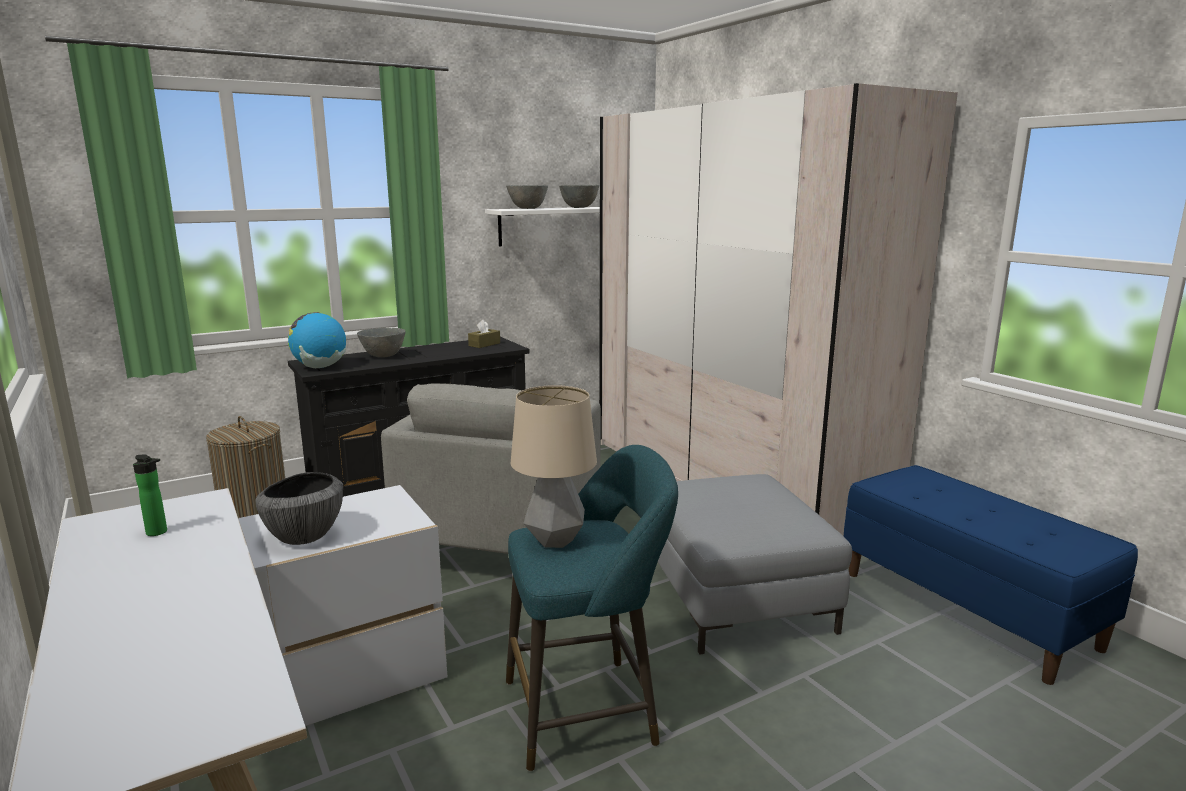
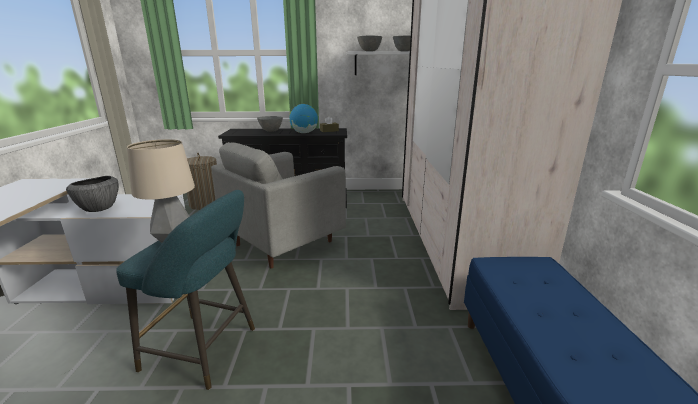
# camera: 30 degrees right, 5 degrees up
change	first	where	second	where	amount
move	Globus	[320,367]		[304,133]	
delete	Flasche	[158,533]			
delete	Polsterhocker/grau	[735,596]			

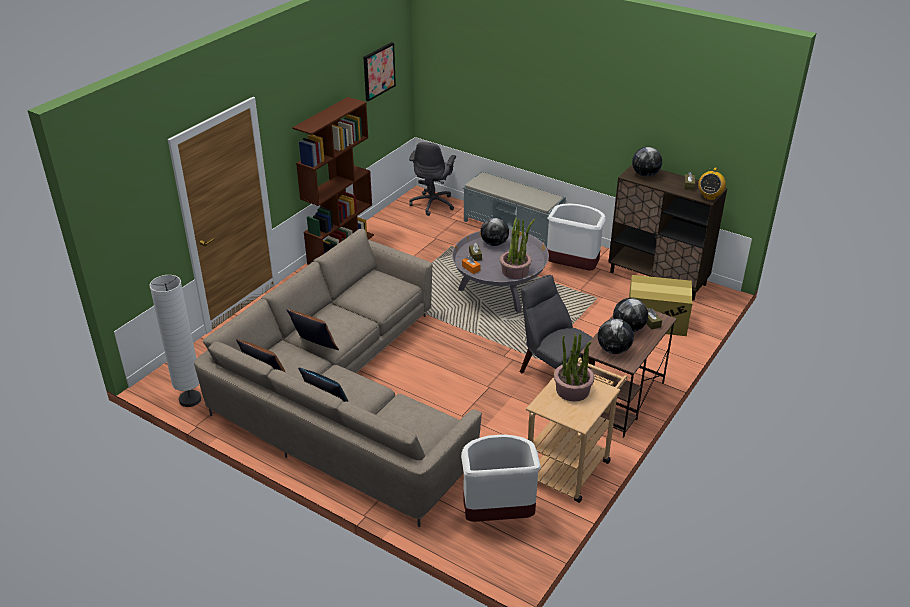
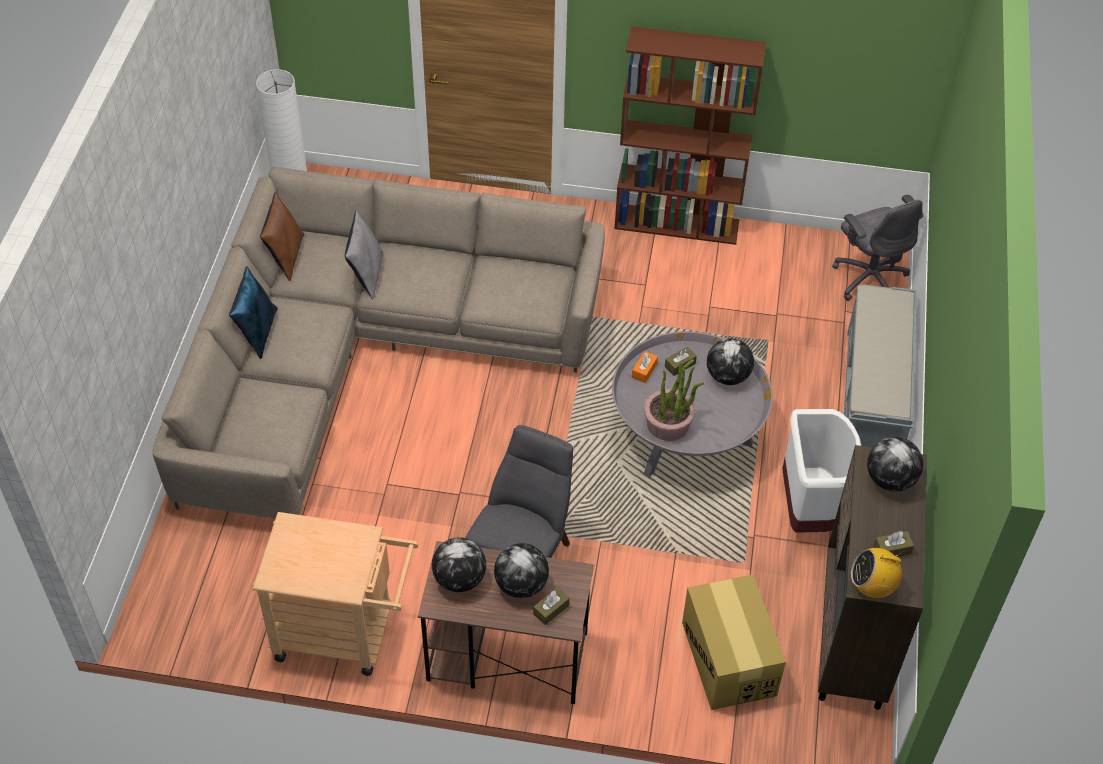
# camera: 65 degrees right, 15 degrees up
change	first	where	second	where	amount
delete	Bild	[378,71]			
rotate	Bürostuhl/grau	[433,204]		[869,278]	105 degrees counterclockwise
recolor	Kissen/braun	[314,347]	Kissen/grau	[366,274]	
delete	Topfpflanze	[572,390]			
delete	Mülleimer/weiß	[497,514]			

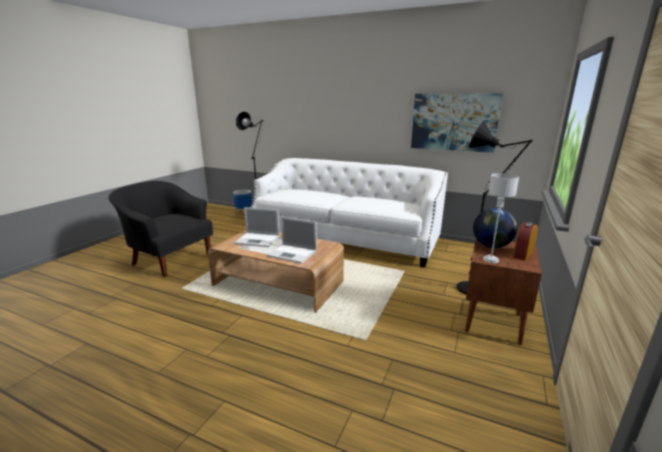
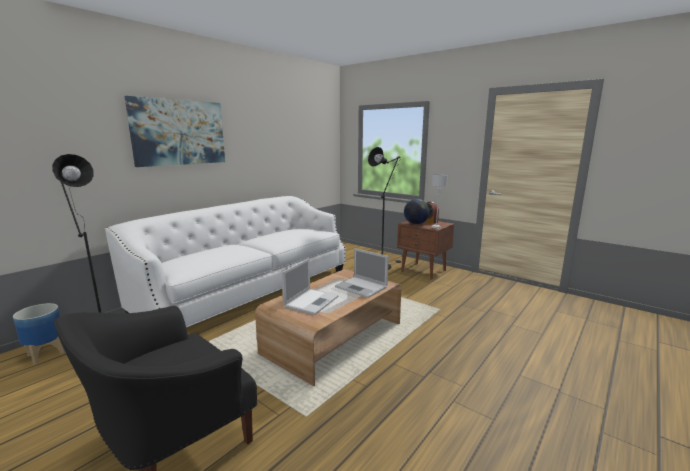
# camera: 75 degrees left, 5 degrees down
change	first	where	second	where	amount
move	Bild	[454,122]		[179,132]	
rotate	Laptop	[293,253]		[362,287]	90 degrees clockwise

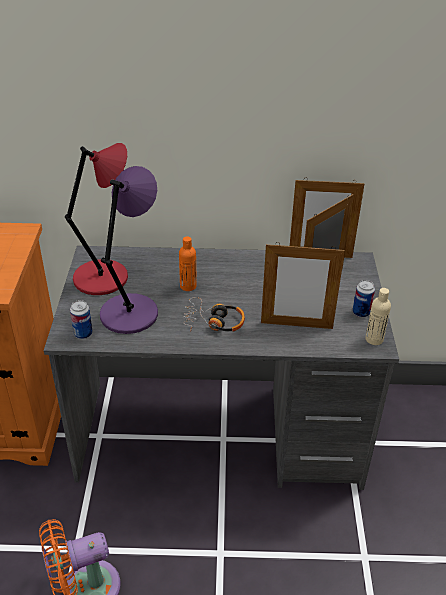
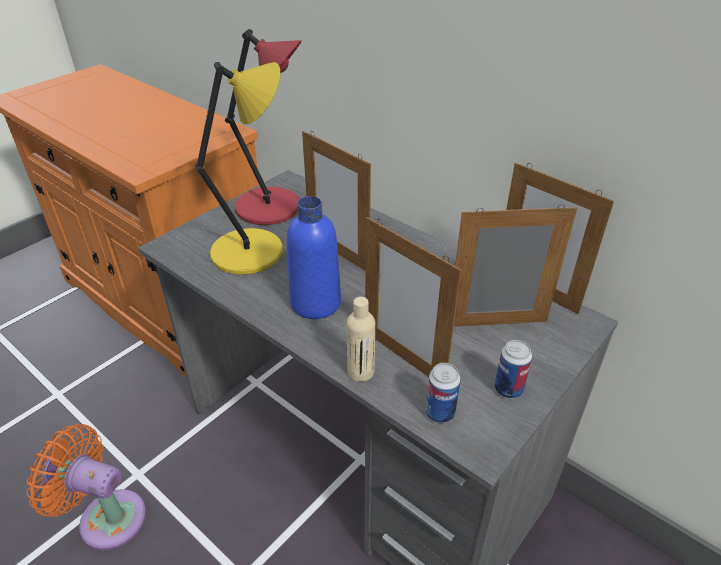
# camera: 40 degrees right, 0 degrees up
change	first	where	second	where	amount
recolor	Tischlampe/lila	[131,312]	Tischlampe/gelb	[251,251]	
replace	Flasche/orange	[188,286]	Bilderrahmen	[338,253]	
move	Flasche/beige	[374,339]		[360,372]	
replace	Kopfhörer	[213,322]	Flasche/blau	[315,303]	
move	Dose	[83,334]		[440,413]	

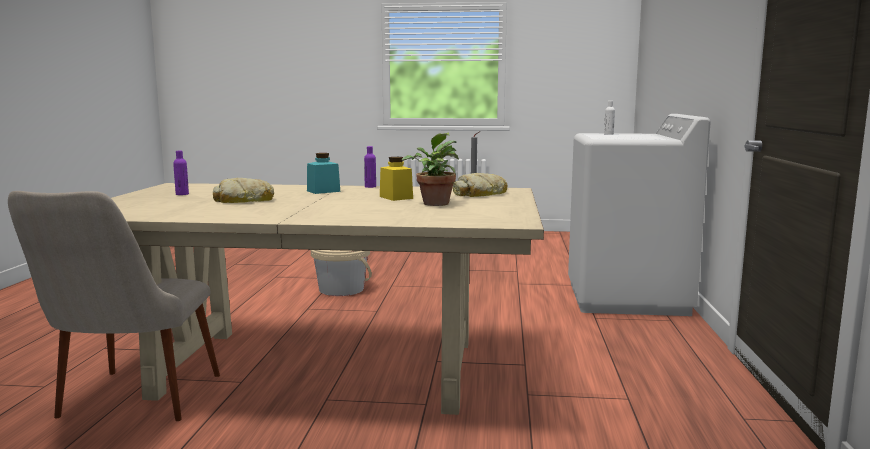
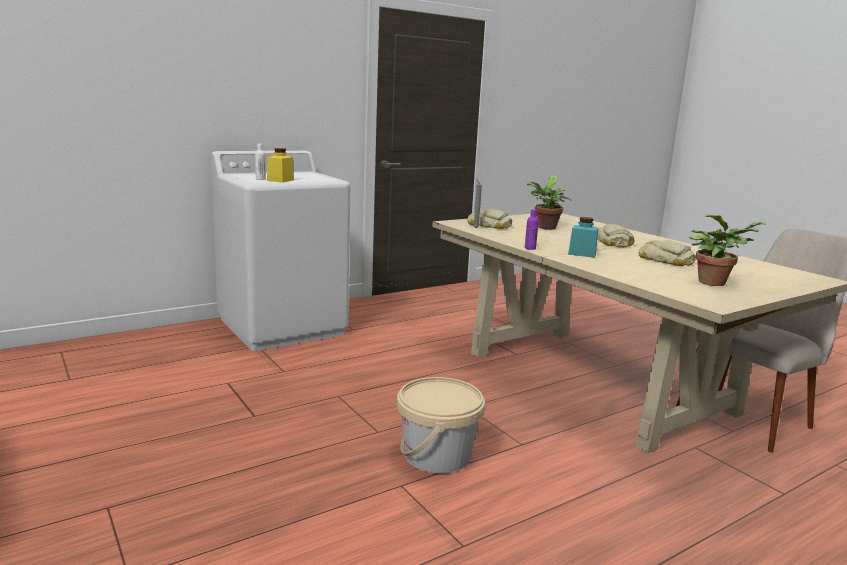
# camera: 130 degrees left, 5 degrees up
change	first	where	second	where	amount
replace	Flasche/lila	[182,194]	Topfpflanze	[714,282]	
move	Vorratsglas/gelb	[396,197]		[280,180]	
insert			Brot	[613,242]	

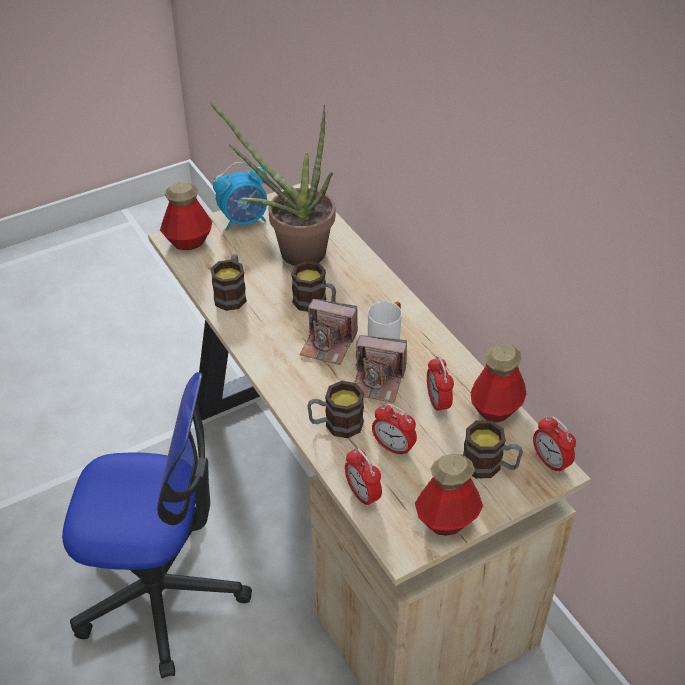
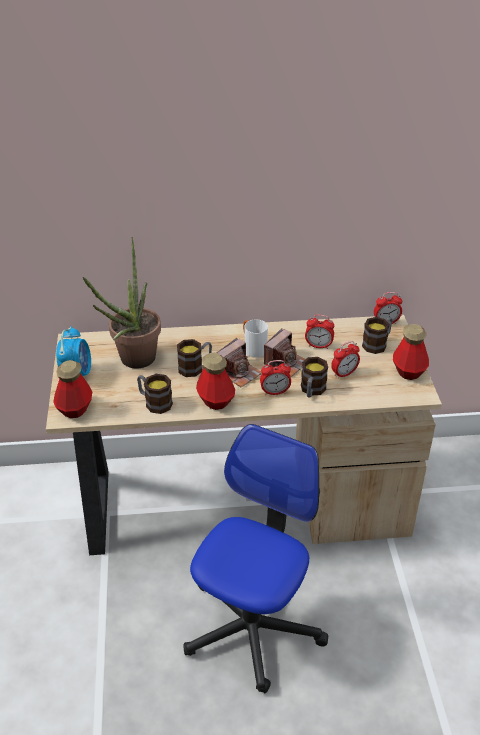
# camera: 65 degrees left, 5 degrees down
change	first	where	second	where	amount
move	Flasche	[496,408]		[216,401]	
move	Wecker	[362,495]		[275,392]	

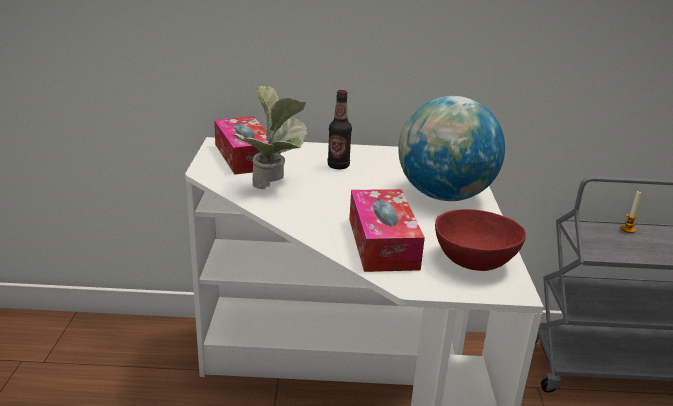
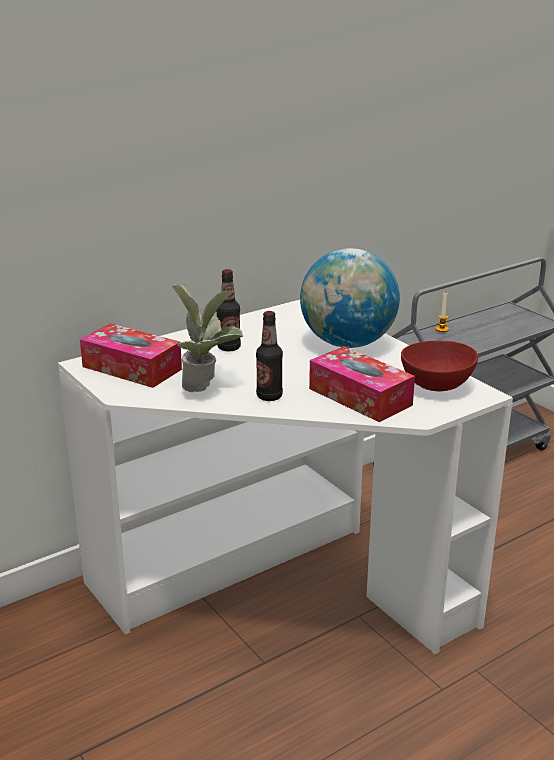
# camera: 35 degrees left, 0 degrees up
change	first	where	second	where	amount
insert			Flasche	[269,396]	

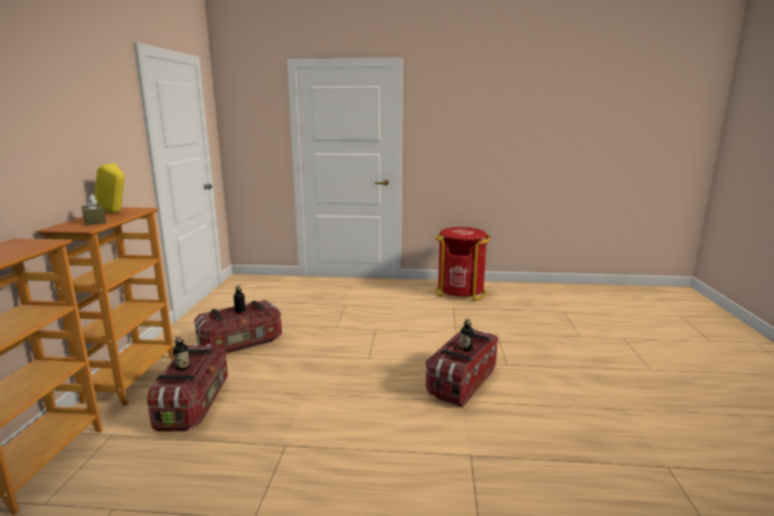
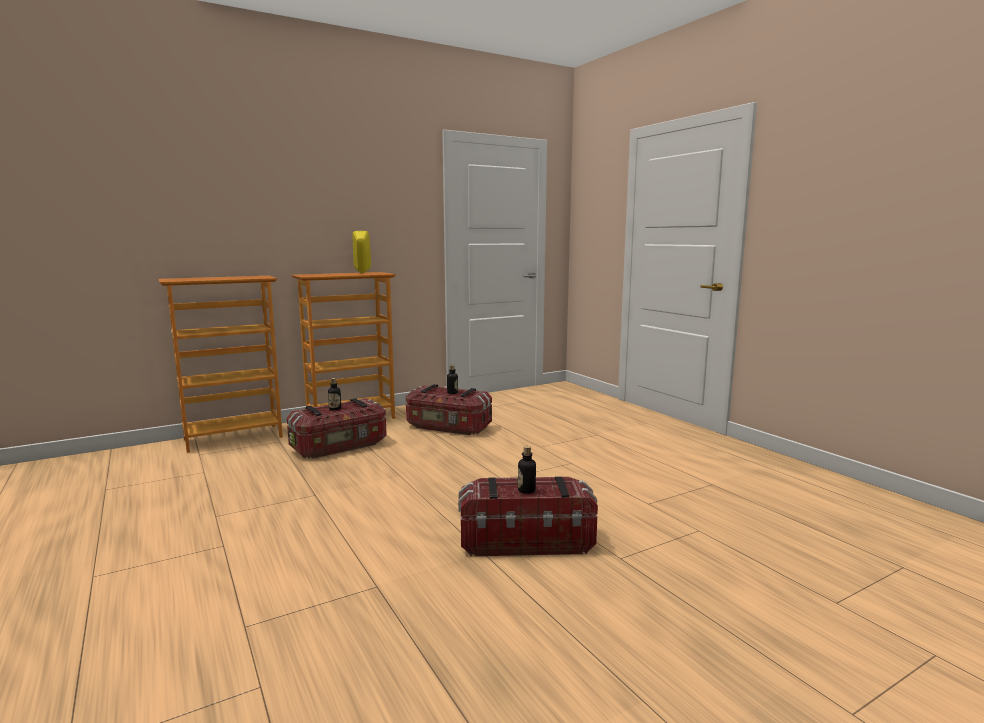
# camera: 55 degrees right, 5 degrees down
change	first	where	second	where	amount
delete	Taschentuchbox/braun	[94,221]			
delete	Mülleimer/rot	[460,292]			

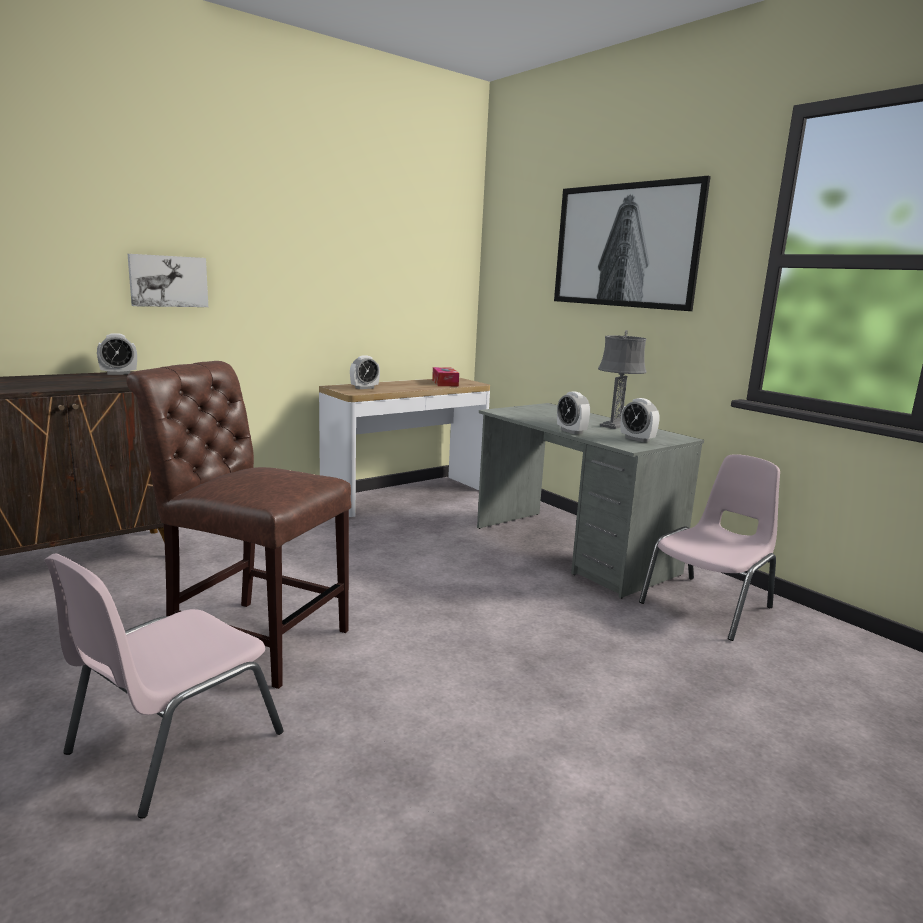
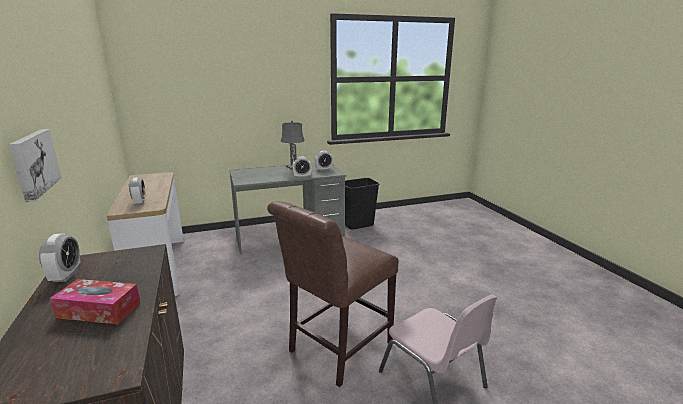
# camera: 70 degrees left, 5 degrees up
change	first	where	second	where	amount
delete	Bild	[626,246]			
move	Taschentuchbox	[445,383]		[99,310]	
replace	Stuhl/rosa	[709,605]	Mülleimer/schwarz	[358,225]	

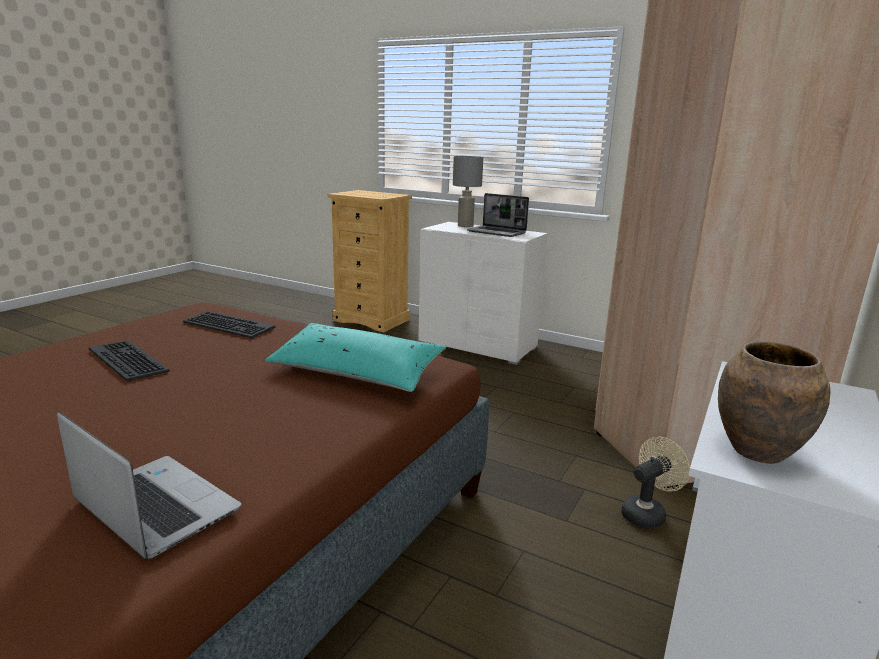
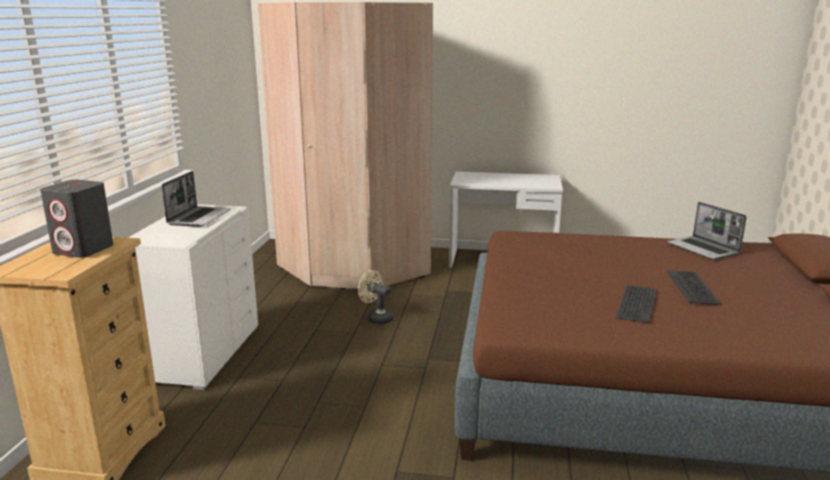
# camera: 110 degrees left, 0 degrees up
change	first	where	second	where	amount
delete	Tischlampe/grau	[465,226]			
move	Tastatur	[228,325]		[693,288]	
delete	Kissen/türkis	[356,372]			
delete	Vase/braun	[758,452]			
rotate	Laptop	[153,507]		[704,249]	45 degrees counterclockwise
move	Ventilator/beige	[647,513]		[376,318]	
insert			Lautsprecher/grau	[84,250]	

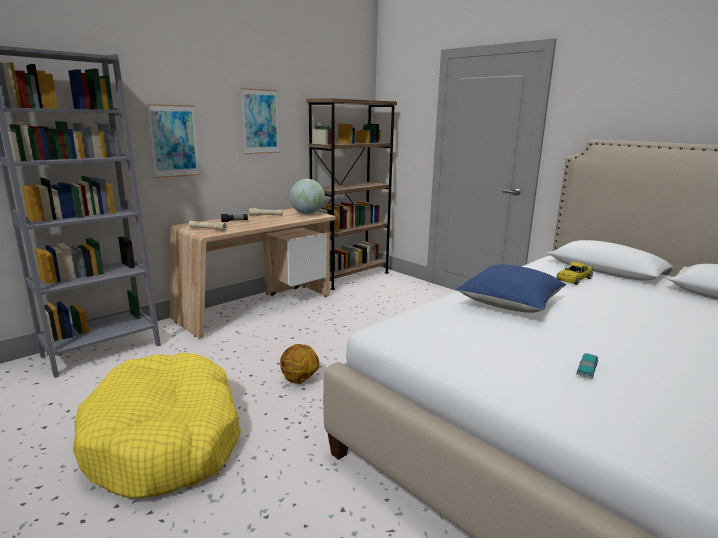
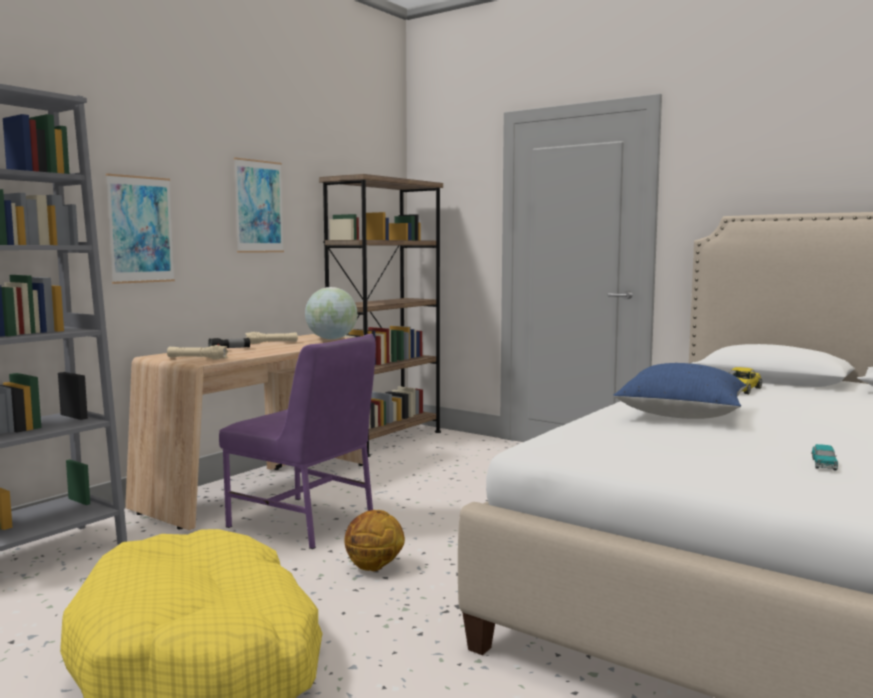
# camera: 10 degrees left, 10 degrees down
change	first	where	second	where	amount
insert			Stuhl/lila	[304,523]	

